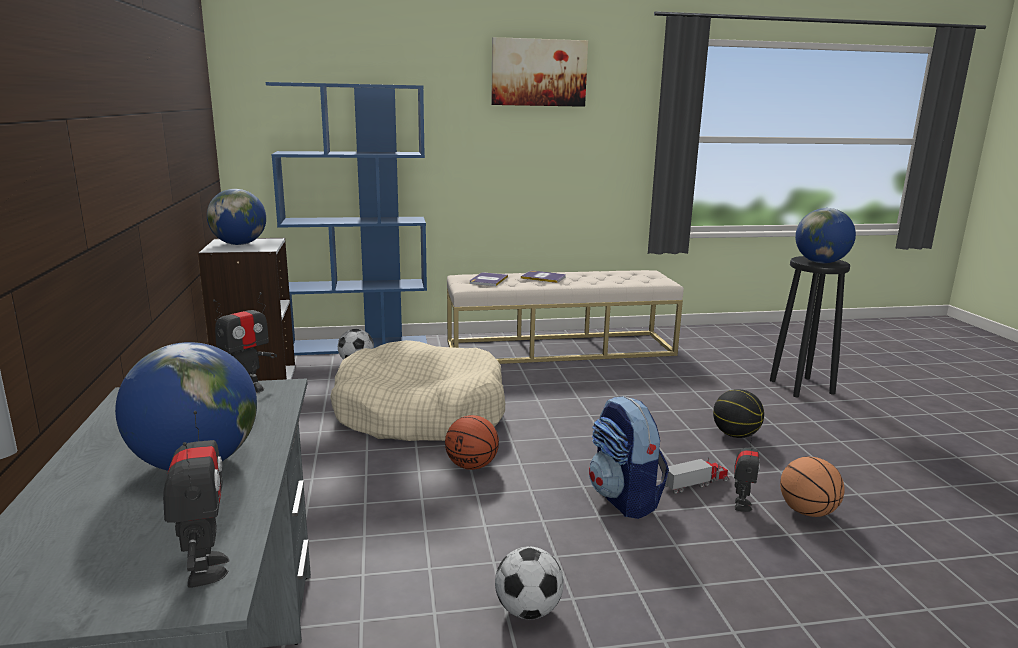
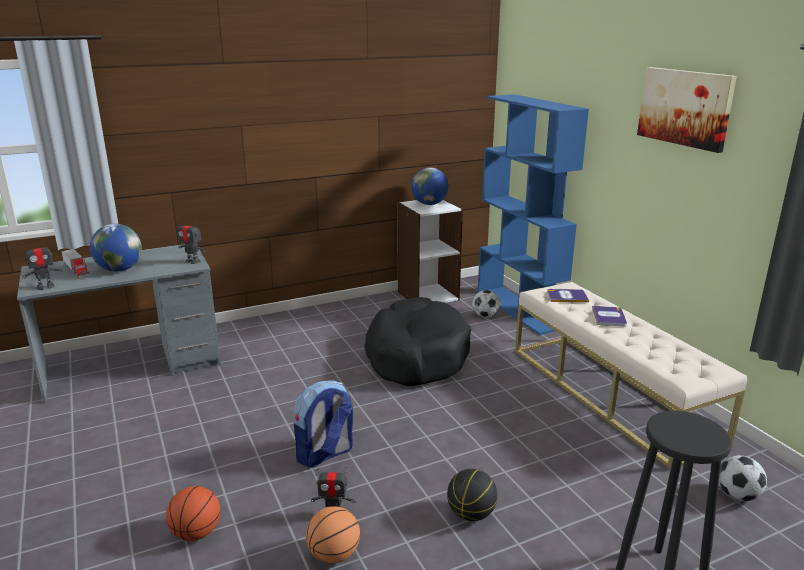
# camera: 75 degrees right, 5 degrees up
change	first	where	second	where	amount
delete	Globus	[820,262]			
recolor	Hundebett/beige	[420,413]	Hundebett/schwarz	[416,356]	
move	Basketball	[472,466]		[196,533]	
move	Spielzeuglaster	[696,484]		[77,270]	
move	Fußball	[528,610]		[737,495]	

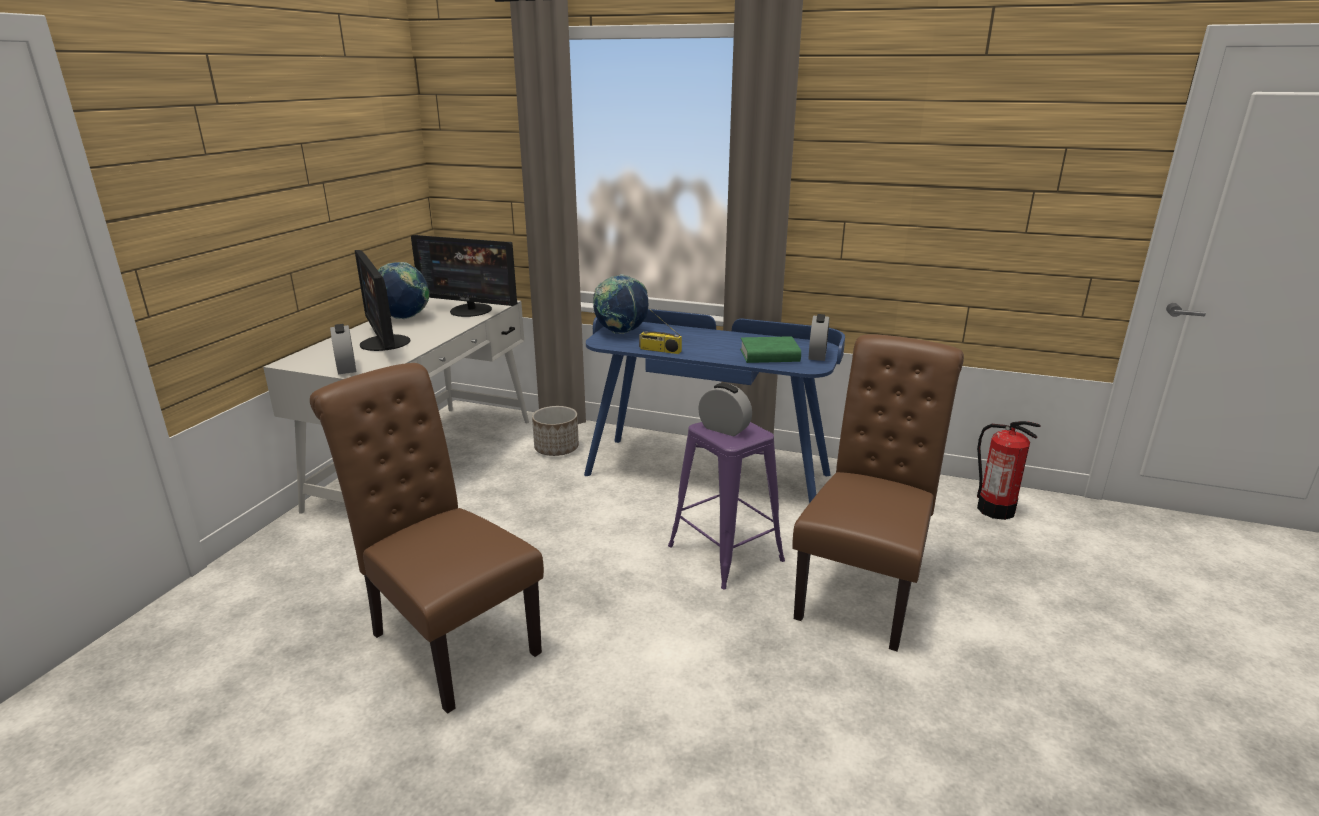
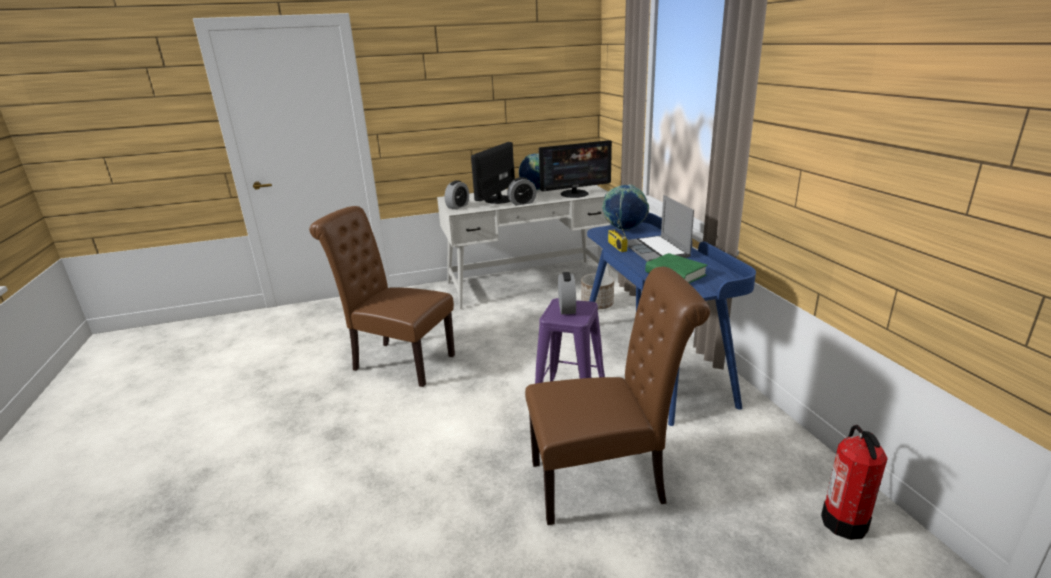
# camera: 55 degrees right, 0 degrees up
change	first	where	second	where	amount
rotate	Monitor	[470,310]		[575,194]	90 degrees counterclockwise
move	Wecker	[817,355]		[522,203]	
rotate	Stuhl/braun	[447,639]		[398,362]	75 degrees counterclockwise
insert			Laptop	[657,251]	

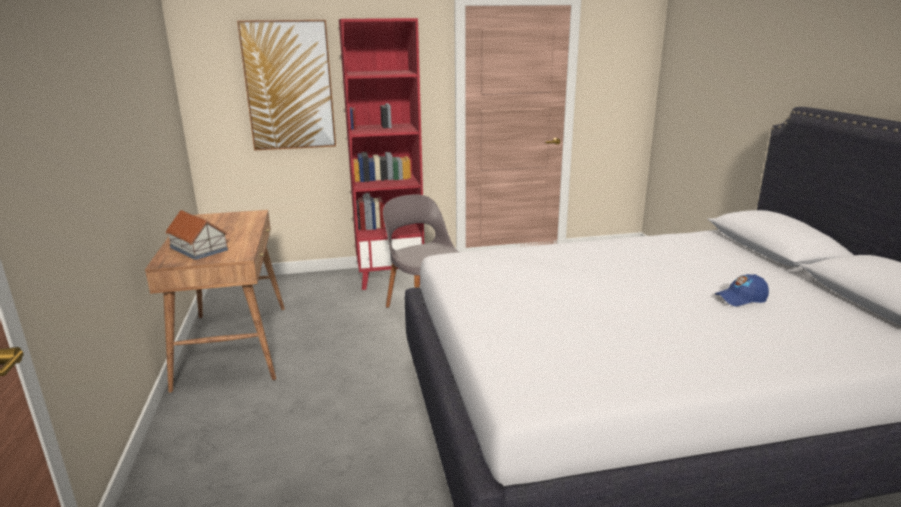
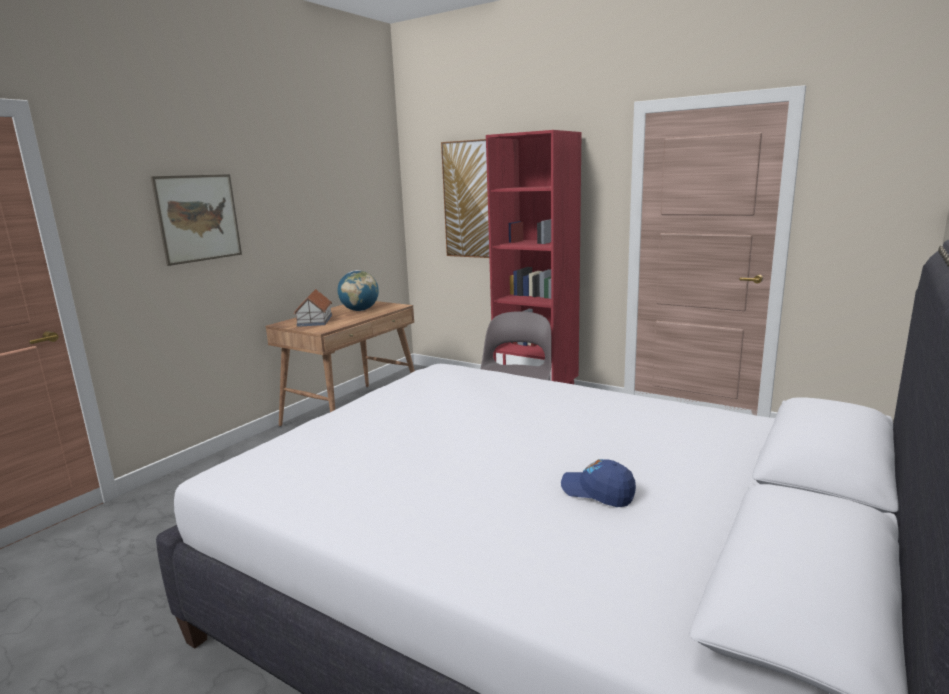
# camera: 45 degrees right, 5 degrees down
change	first	where	second	where	amount
insert			Bild	[198,218]	
insert			Globus	[360,310]	

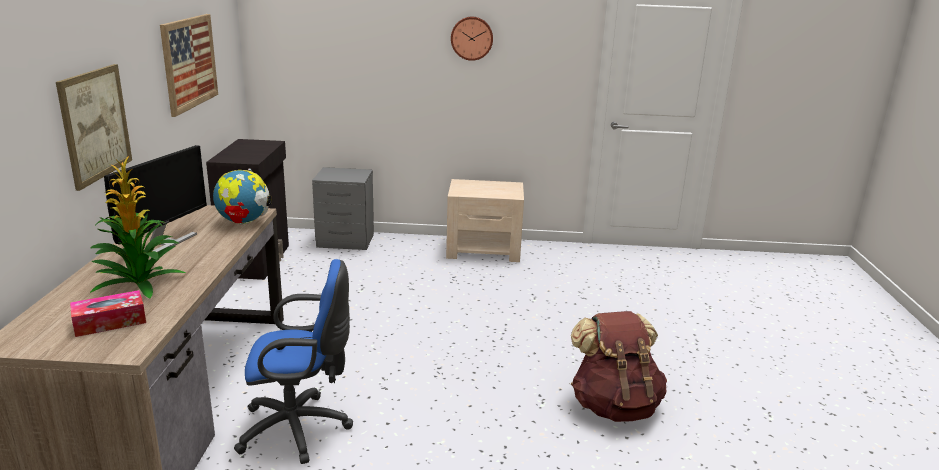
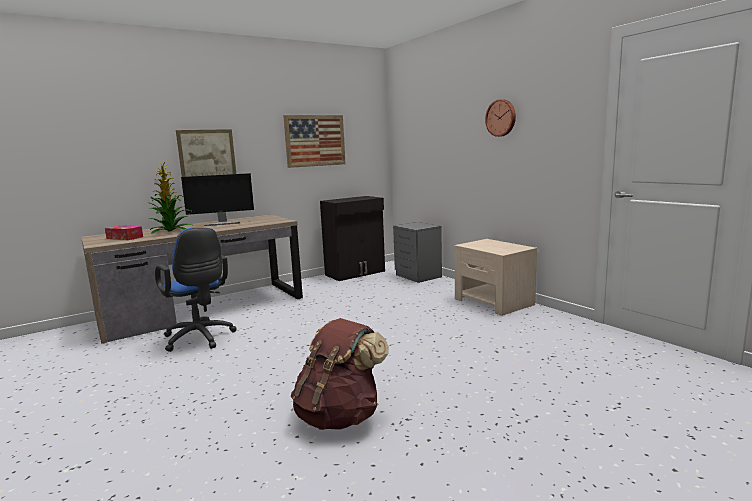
# camera: 55 degrees right, 10 degrees down
change	first	where	second	where	amount
delete	Globus	[244,222]			

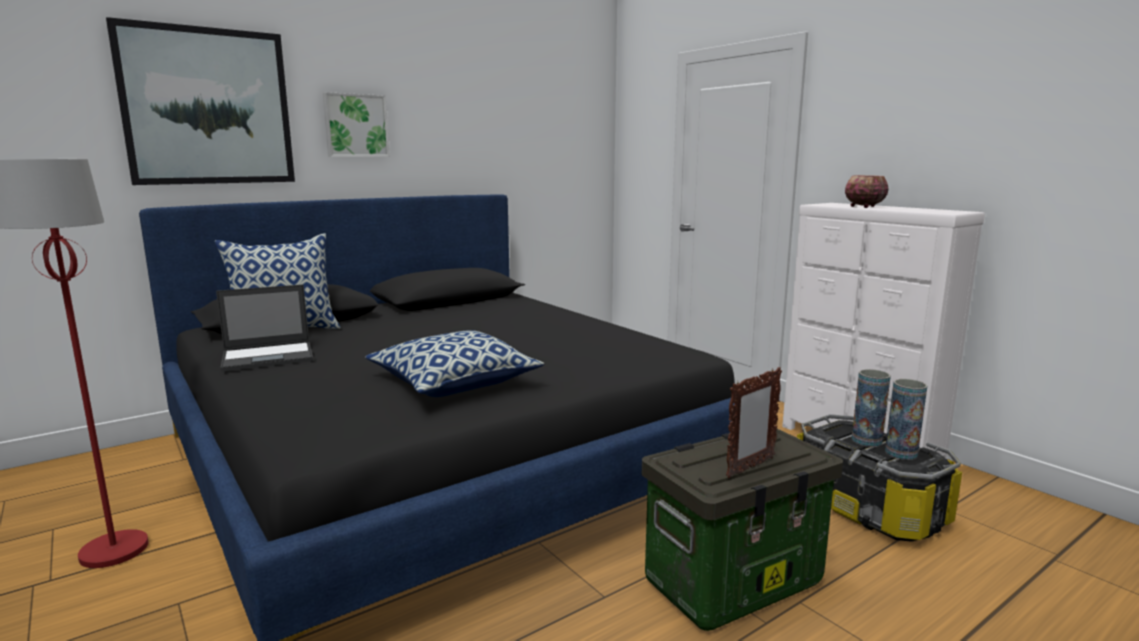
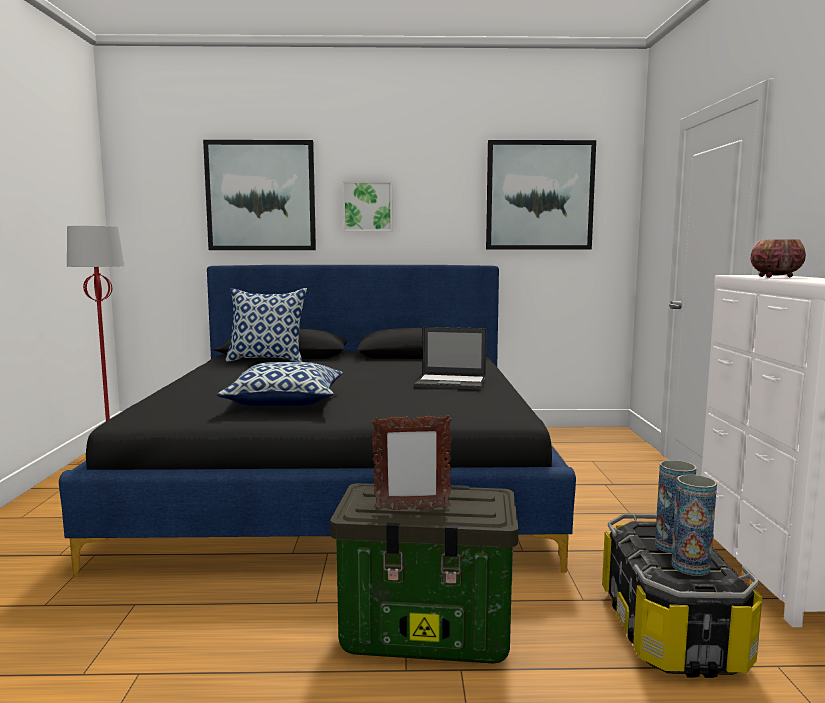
# camera: 35 degrees right, 5 degrees down
change	first	where	second	where	amount
move	Laptop	[269,357]		[452,382]	
insert			Bild	[539,195]	

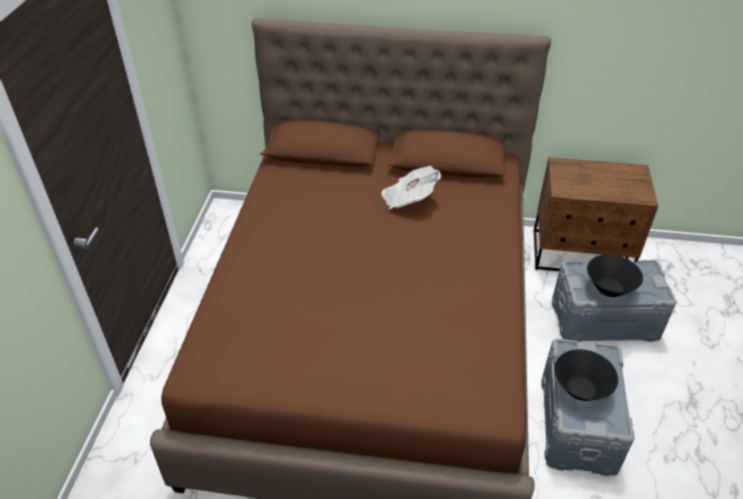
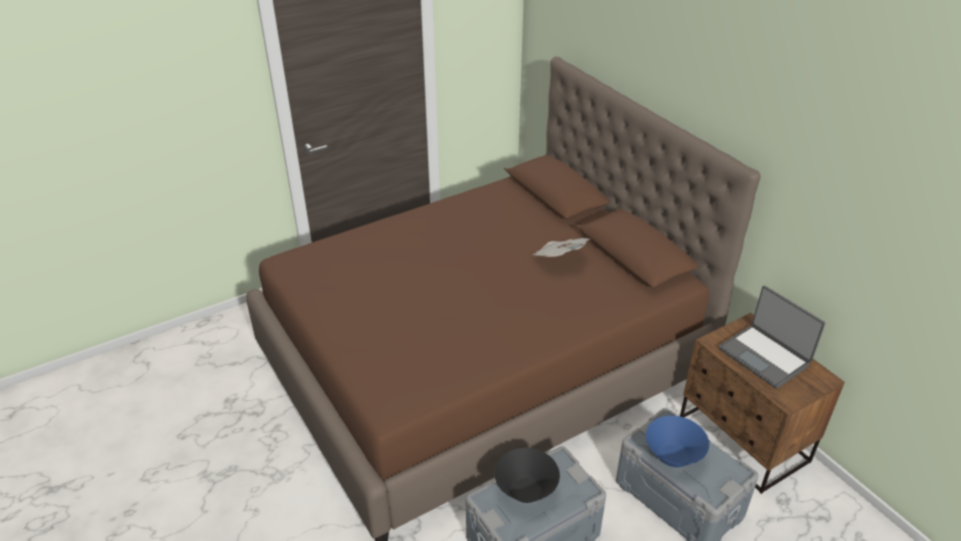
# camera: 50 degrees right, 5 degrees down
change	first	where	second	where	amount
recolor	Schüssel/schwarz	[609,288]	Schüssel/blau	[673,456]	
insert			Laptop	[764,356]	

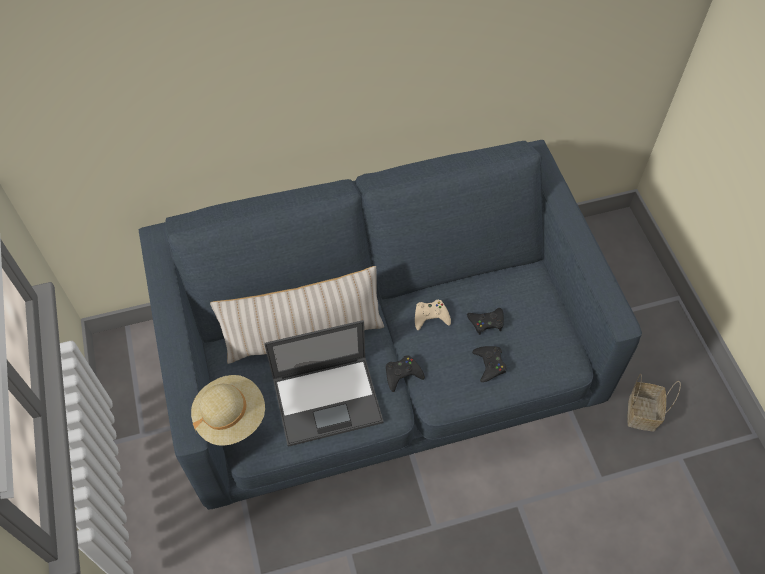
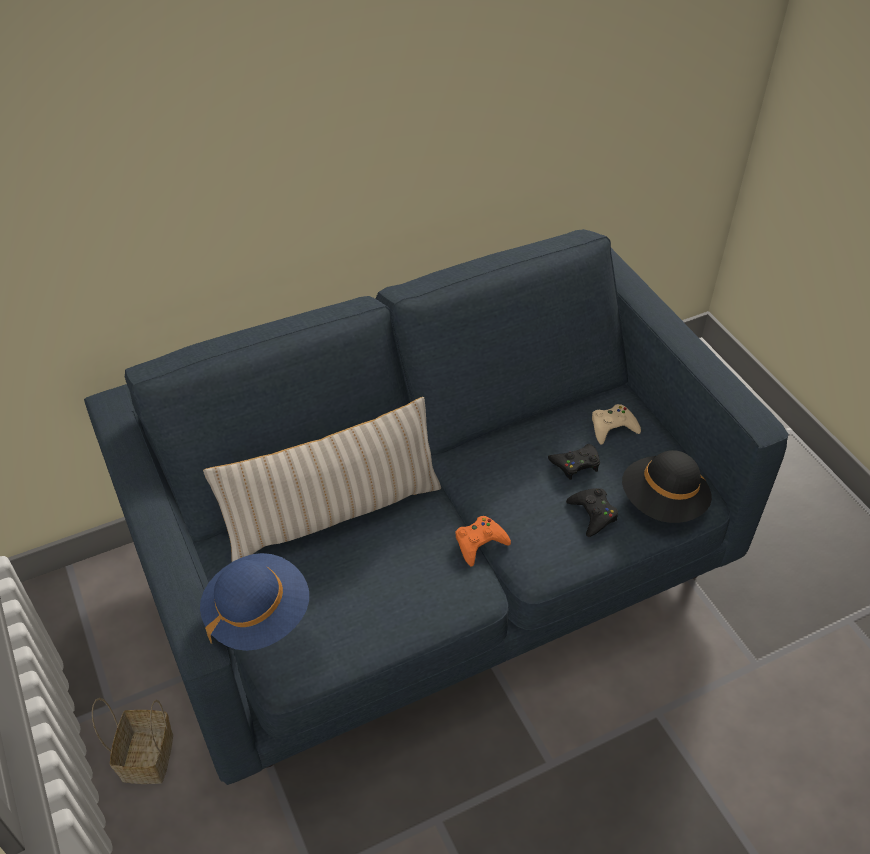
# camera: 10 degrees left, 10 degrees down
change	first	where	second	where	amount
move	Gamepad/beige	[431,316]		[612,427]	
delete	Laptop	[328,399]			
recolor	Gamepad/schwarz	[402,374]	Gamepad/orange	[479,543]	
move	Korb	[641,411]		[147,755]	
recolor	Hut/beige	[230,417]	Hut/blau	[258,615]	
insert			Hut/schwarz	[663,502]	

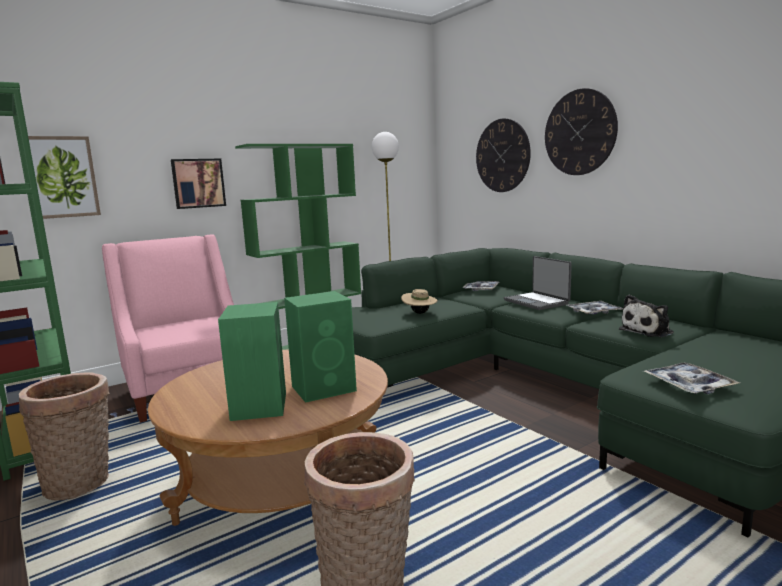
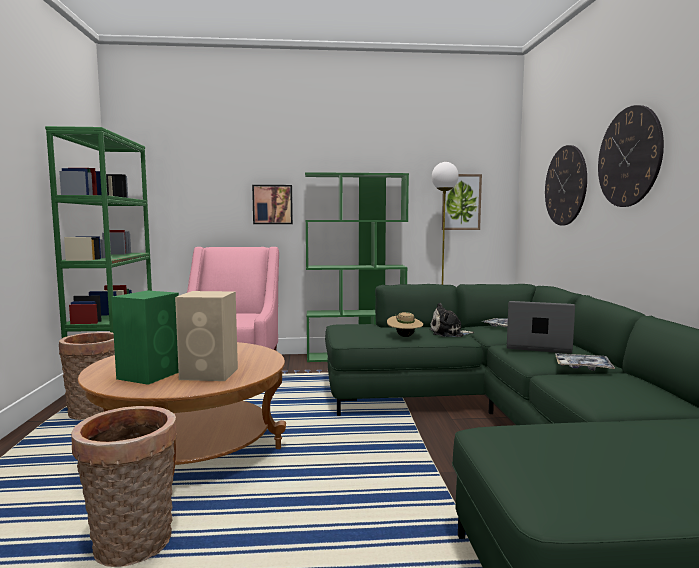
# camera: 30 degrees right, 5 degrees down
change	first	where	second	where	amount
move	Bild	[63,177]		[461,202]	
rotate	Laptop	[537,302]		[537,346]	105 degrees clockwise
recolor	Lautsprecher/grün	[325,388]	Lautsprecher/beige	[210,374]	
move	Plüschtier	[648,331]		[449,333]	
delete	Tablett	[689,385]			

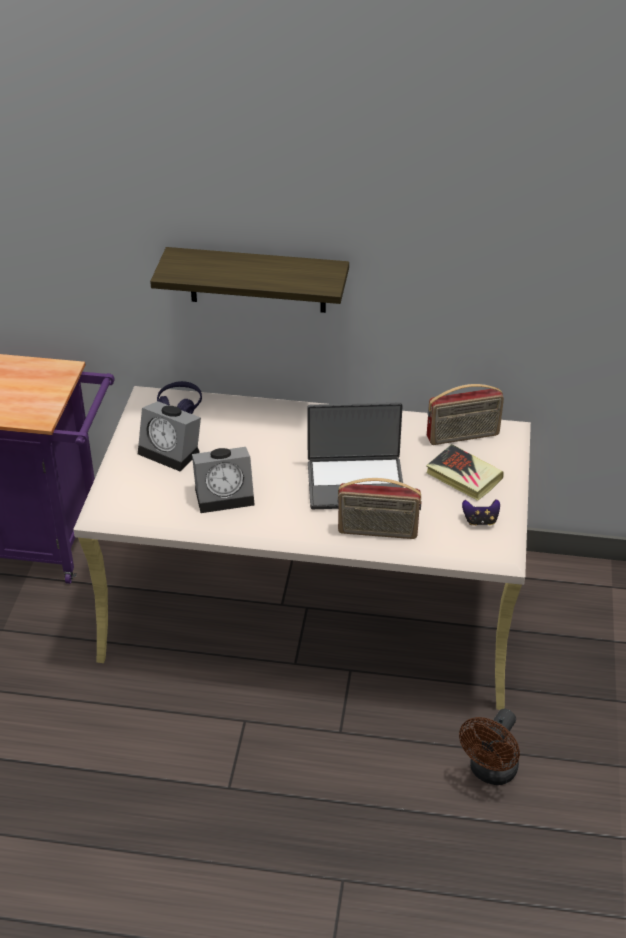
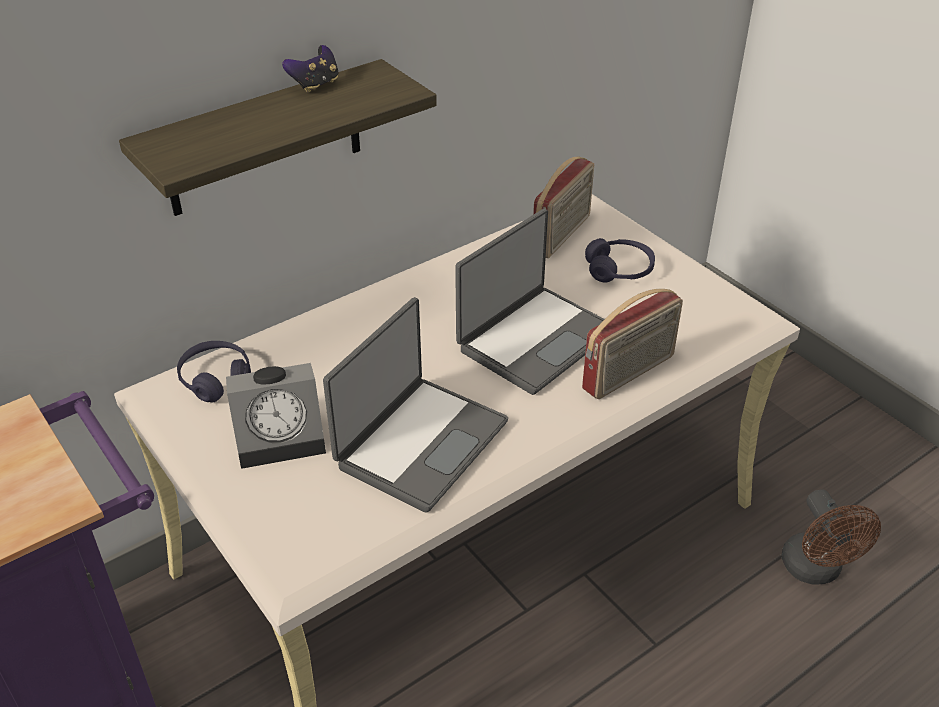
# camera: 45 degrees left, 0 degrees up
change	first	where	second	where	amount
replace	Buch	[463,476]	Kopfhörer/lila	[619,270]	
replace	Wecker	[226,495]	Laptop	[420,443]	
move	Gamepad	[480,521]		[315,85]	

